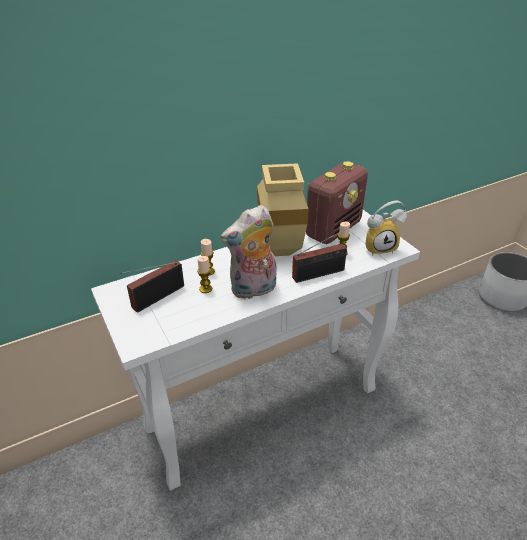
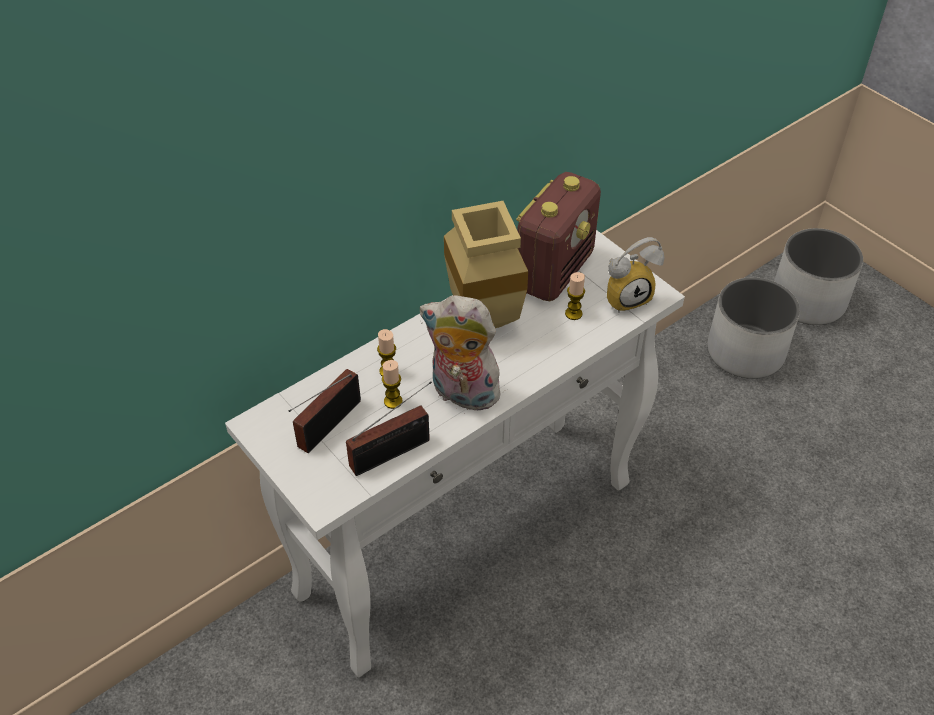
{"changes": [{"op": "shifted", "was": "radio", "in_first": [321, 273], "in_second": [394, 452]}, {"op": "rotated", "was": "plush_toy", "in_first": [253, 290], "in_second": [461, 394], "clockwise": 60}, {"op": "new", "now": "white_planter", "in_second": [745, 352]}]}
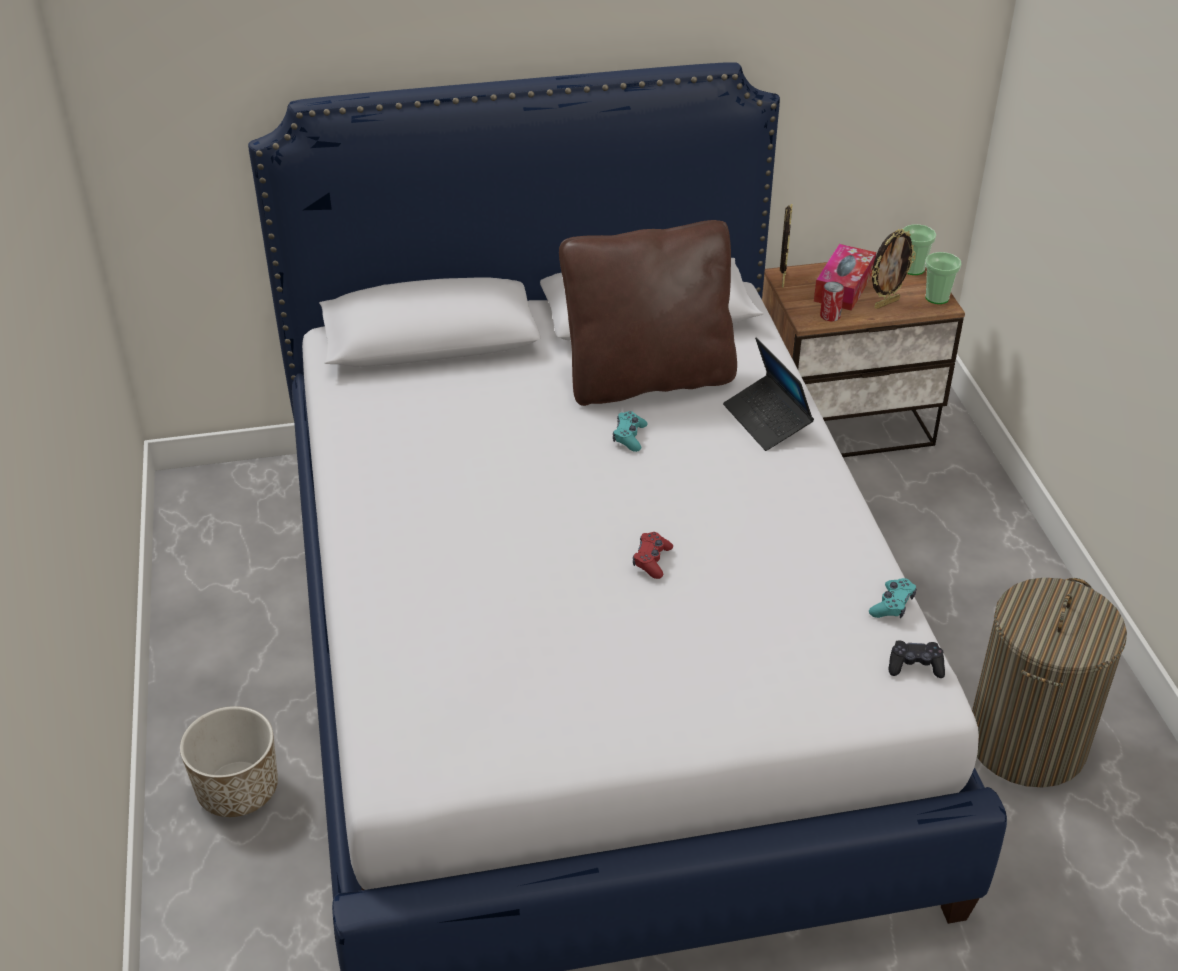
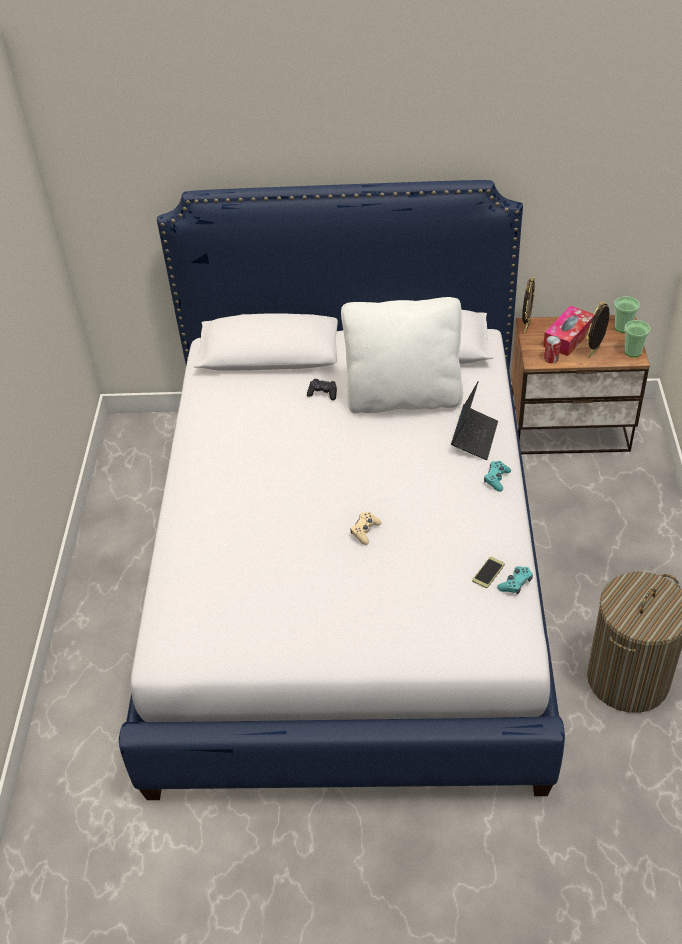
{"changes": [{"op": "shifted", "was": "black_game_controller", "in_first": [915, 666], "in_second": [323, 393]}, {"op": "repainted", "was": "brown_pillow", "now": "white_pillow", "in_first": [648, 379], "in_second": [403, 398]}, {"op": "repainted", "was": "red_game_controller", "now": "beige_game_controller", "in_first": [652, 560], "in_second": [365, 531]}, {"op": "rotated", "was": "laptop", "in_first": [767, 420], "in_second": [474, 437], "clockwise": -150}, {"op": "new", "now": "phone", "in_second": [488, 572]}, {"op": "shifted", "was": "turquoise_game_controller", "in_first": [629, 437], "in_second": [496, 479]}, {"op": "rotated", "was": "picture_frame", "in_first": [886, 303], "in_second": [594, 353], "clockwise": 150}, {"op": "gone", "was": "planter", "in_first": [238, 790]}]}
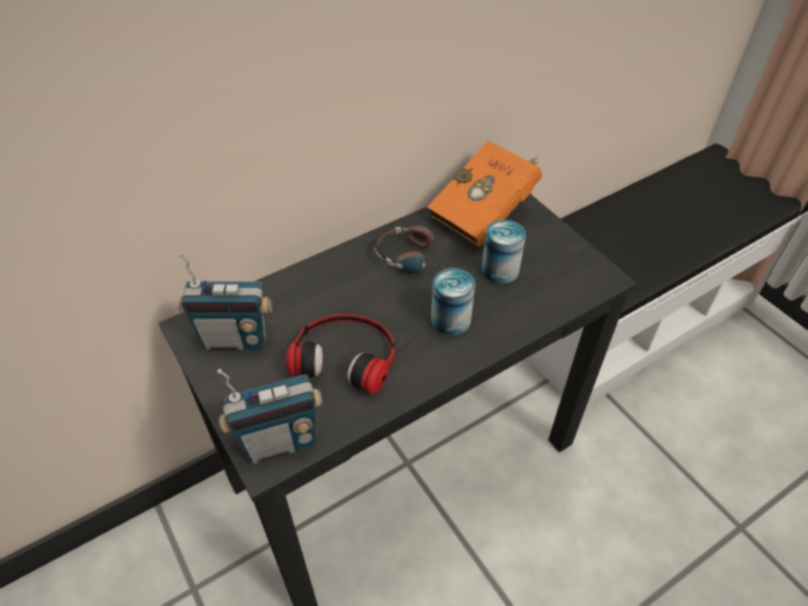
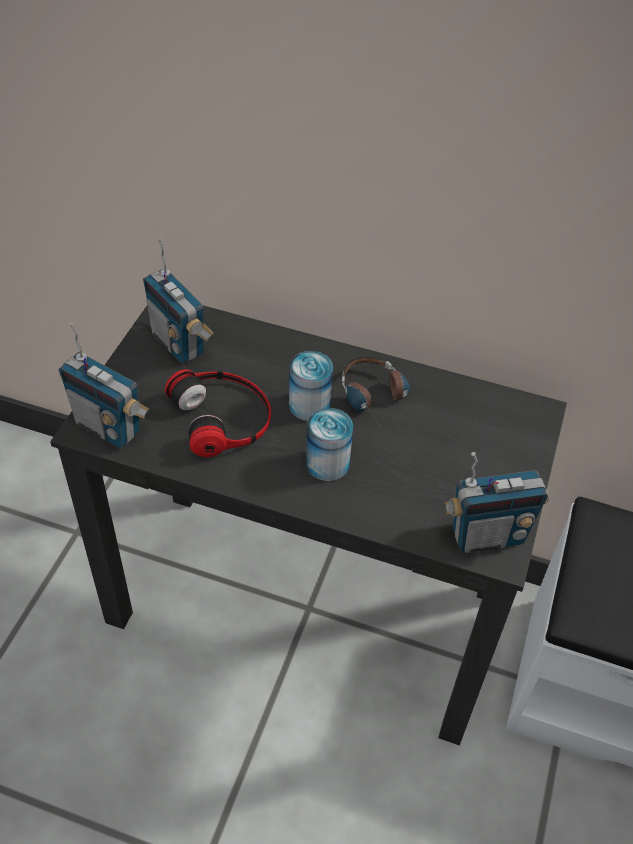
{"changes": [{"op": "shifted", "was": "can", "in_first": [500, 269], "in_second": [309, 405]}, {"op": "new", "now": "radio", "in_second": [486, 536]}, {"op": "gone", "was": "orange_book", "in_first": [486, 212]}]}
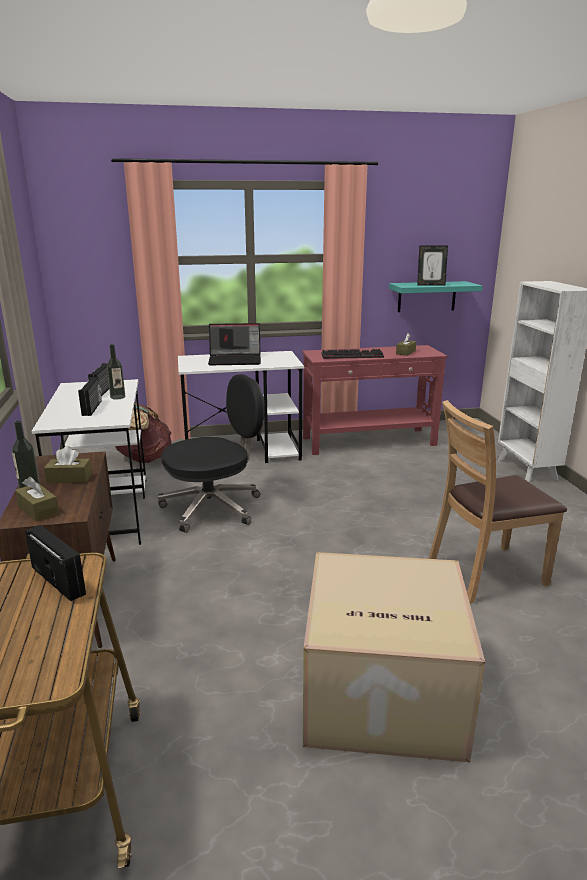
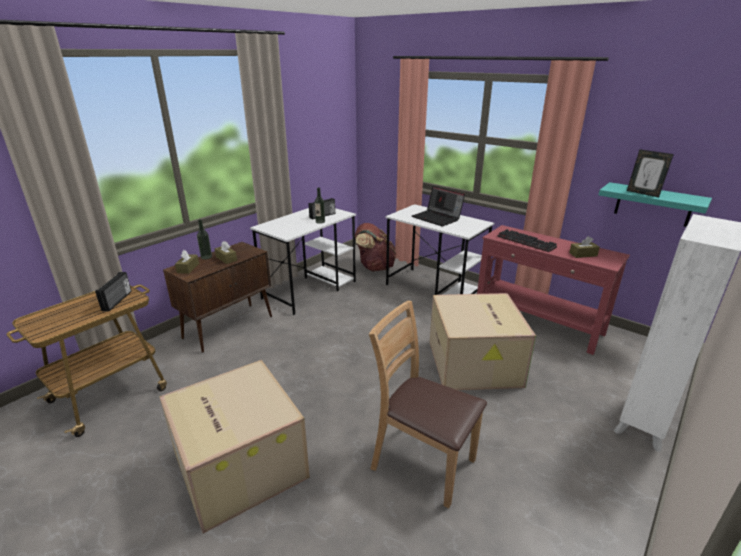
{"changes": [{"op": "new", "now": "cardboard_box", "in_second": [475, 364]}, {"op": "gone", "was": "radio", "in_first": [93, 408]}, {"op": "gone", "was": "black_office_chair", "in_first": [214, 507]}]}
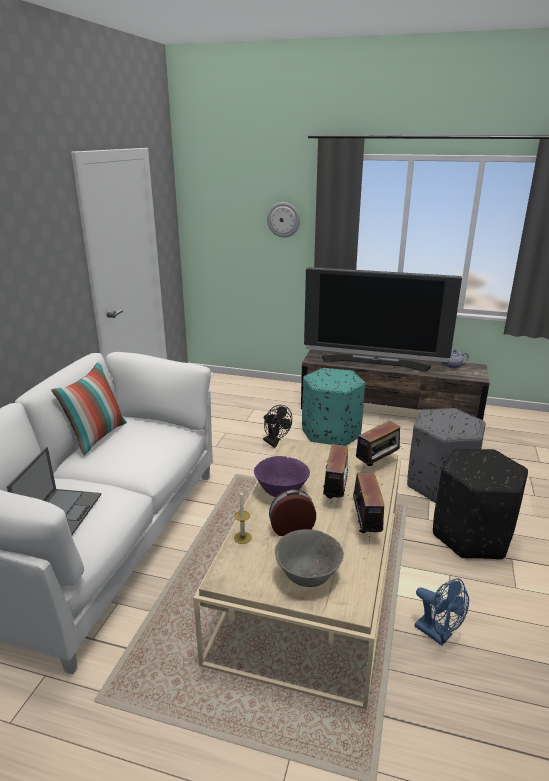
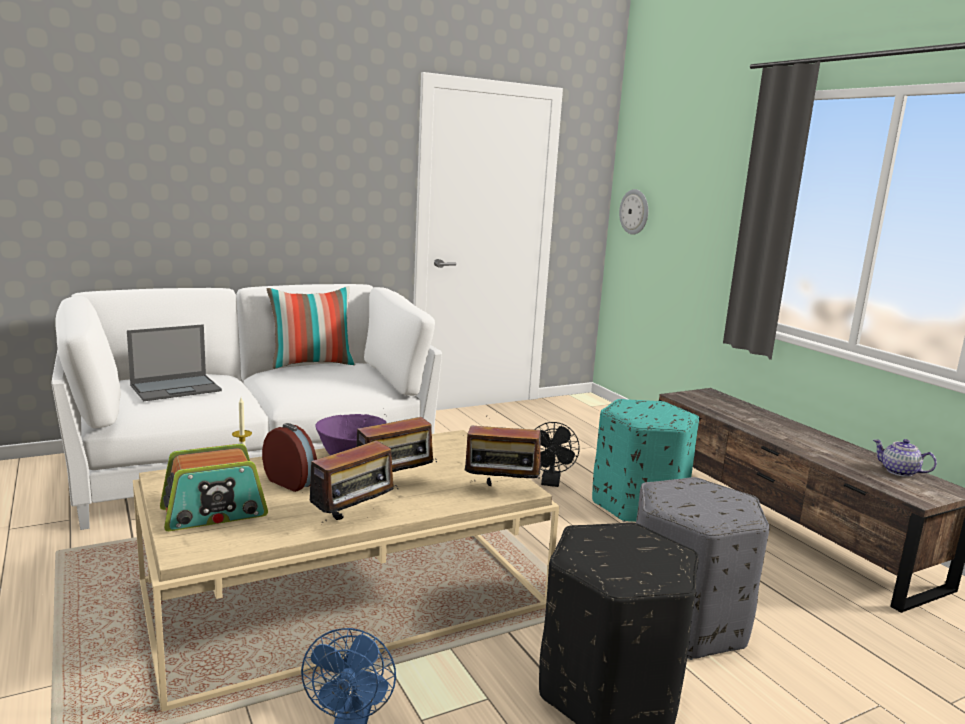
{"changes": [{"op": "swapped", "was": "grey_bowl", "now": "radio", "in_first": [307, 576], "in_second": [214, 512]}, {"op": "shifted", "was": "wall_clock", "in_first": [283, 219], "in_second": [634, 212]}, {"op": "gone", "was": "television", "in_first": [375, 363]}]}
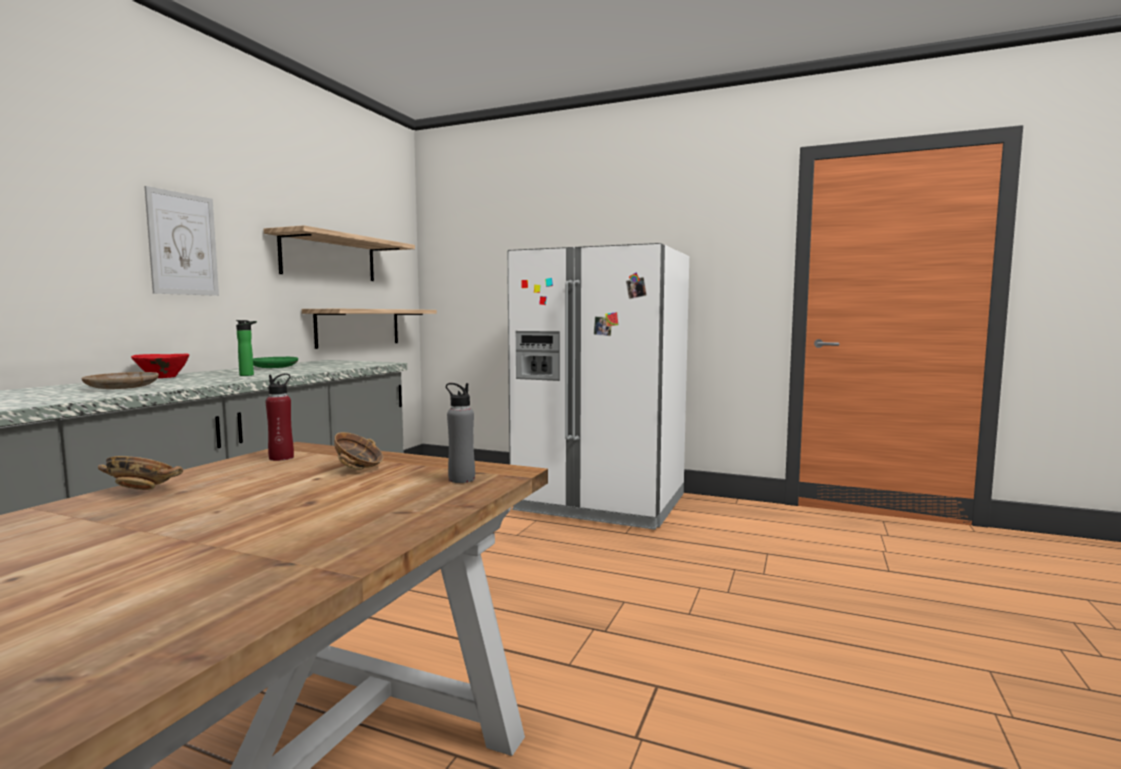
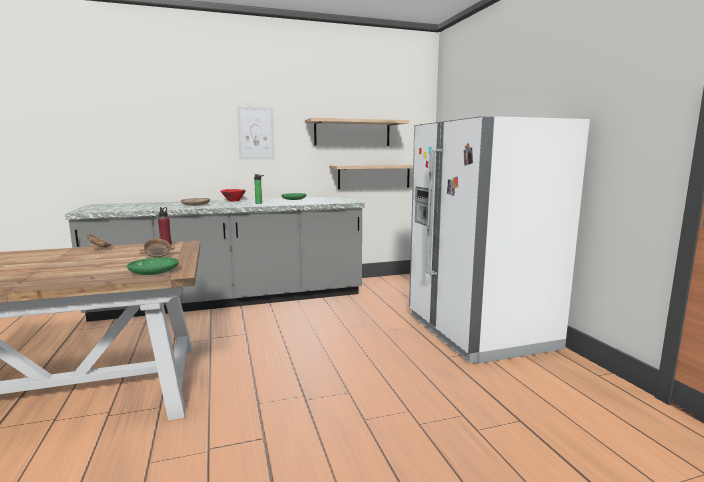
{"changes": [{"op": "swapped", "was": "grey_bottle", "now": "green_plate", "in_first": [461, 479], "in_second": [153, 271]}]}
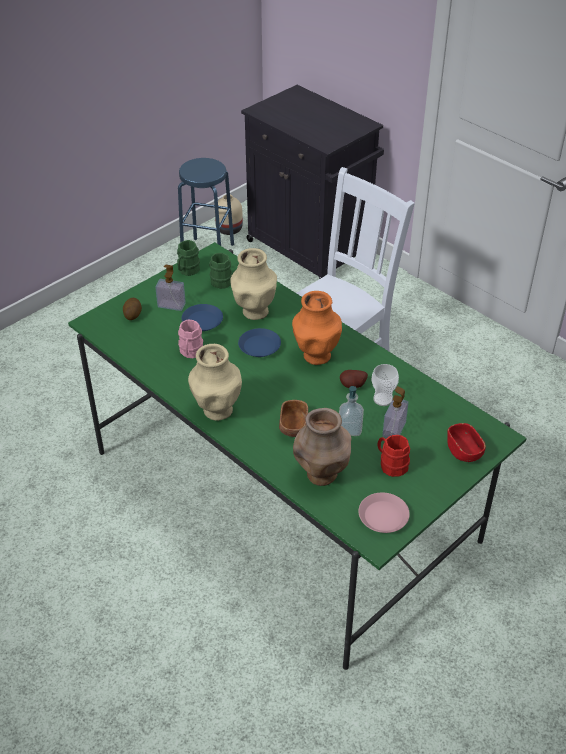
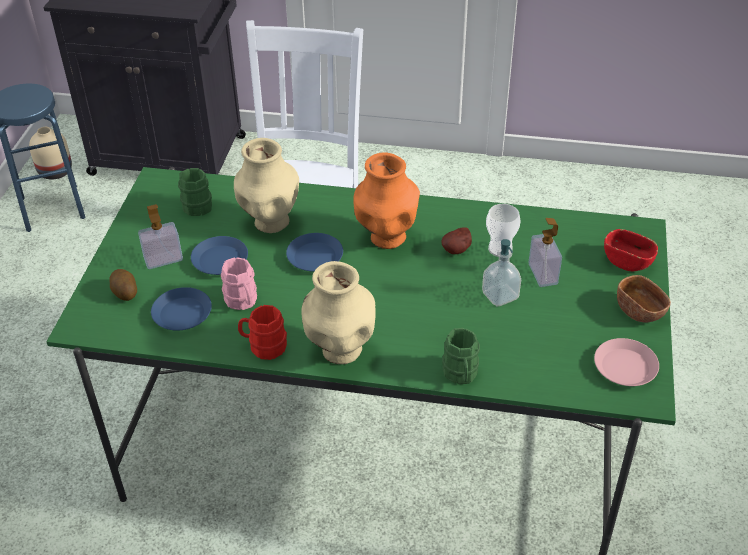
{"changes": [{"op": "new", "now": "blue_plate", "in_second": [182, 313]}, {"op": "shifted", "was": "red_mug", "in_first": [391, 464], "in_second": [263, 346]}, {"op": "shifted", "was": "green_mug", "in_first": [187, 271], "in_second": [460, 375]}, {"op": "shifted", "was": "brown_bowl", "in_first": [293, 427], "in_second": [639, 311]}, {"op": "gone", "was": "brown_vase", "in_first": [321, 475]}]}
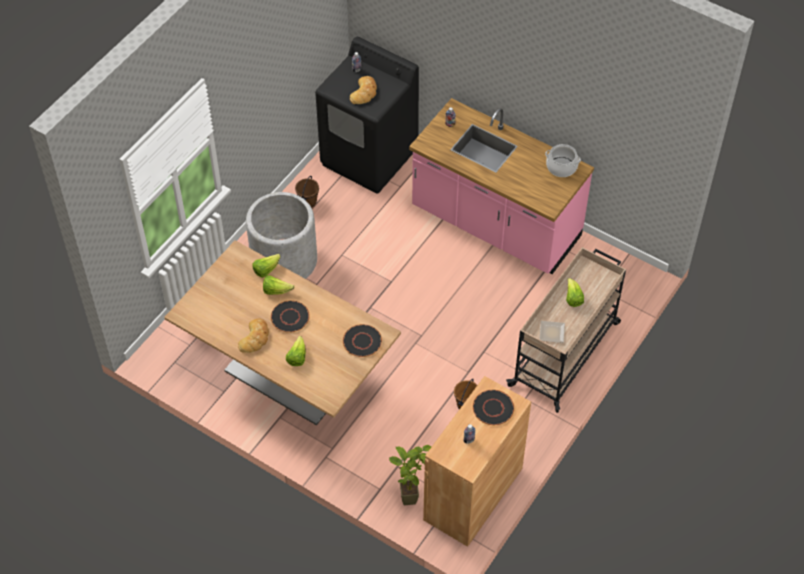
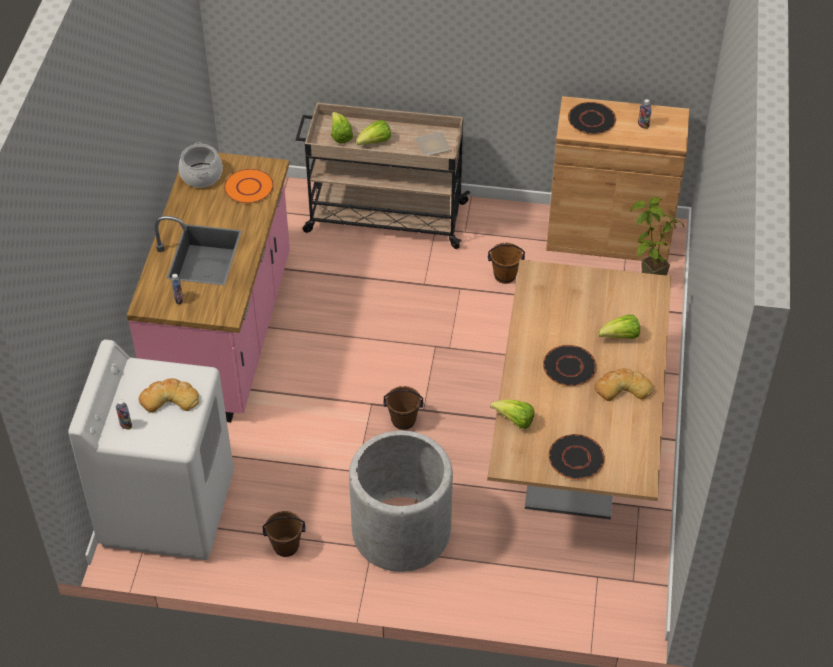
{"changes": [{"op": "repainted", "was": "black_washing_machine", "now": "white_washing_machine", "in_first": [369, 157], "in_second": [168, 508]}, {"op": "new", "now": "orange_plate", "in_second": [248, 187]}, {"op": "shifted", "was": "lettuce", "in_first": [276, 290], "in_second": [340, 135]}, {"op": "new", "now": "brown_bucket", "in_second": [403, 421]}, {"op": "shifted", "was": "black_plate", "in_first": [362, 341], "in_second": [575, 458]}]}
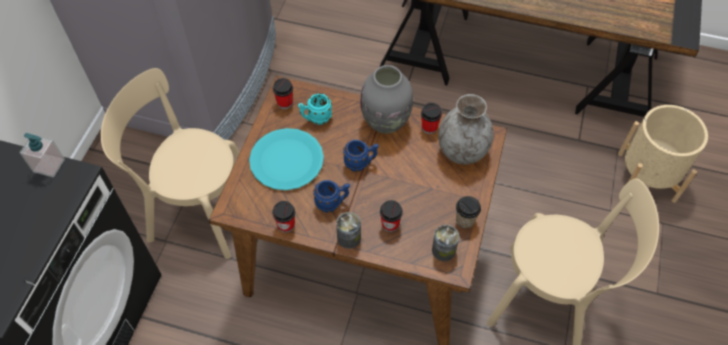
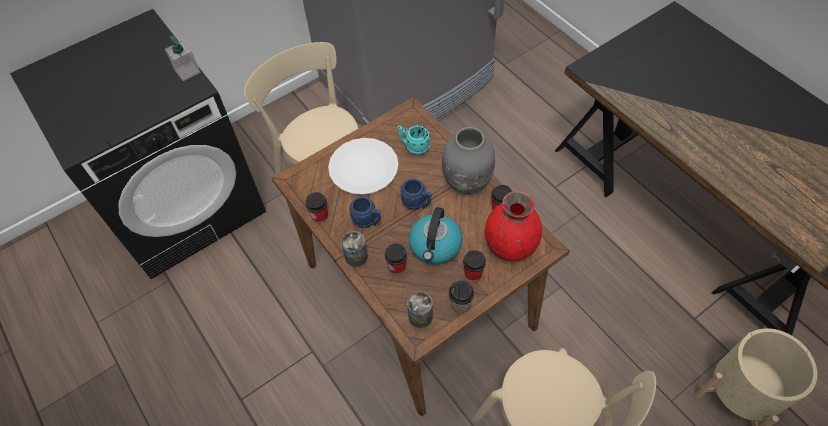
{"changes": [{"op": "repainted", "was": "turquoise_plate", "now": "white_plate", "in_first": [286, 160], "in_second": [363, 167]}, {"op": "new", "now": "kettle", "in_second": [435, 246]}, {"op": "shifted", "was": "cup", "in_first": [285, 103], "in_second": [473, 274]}, {"op": "repainted", "was": "grey_vase", "now": "red_vase", "in_first": [462, 151], "in_second": [510, 245]}]}
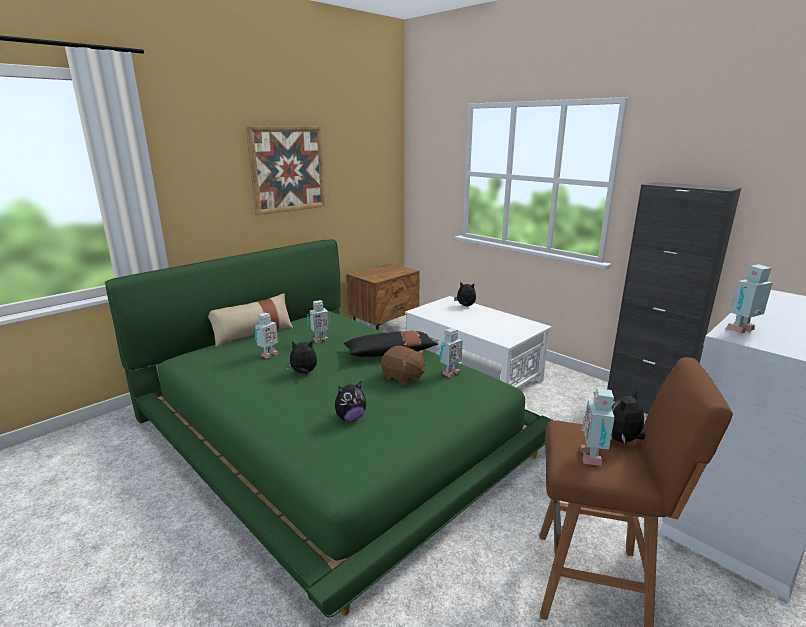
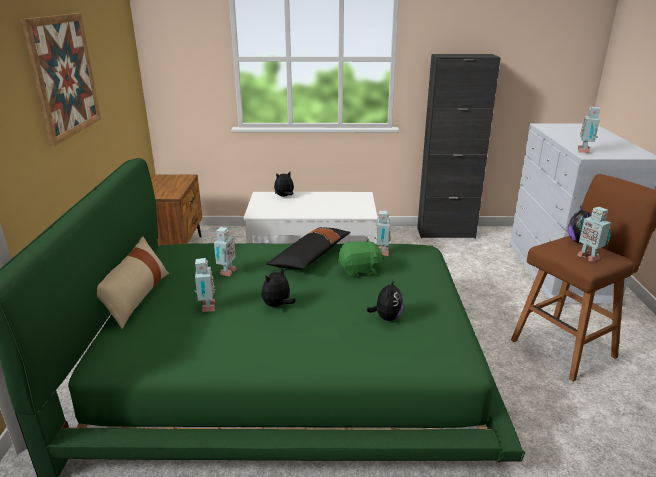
{"changes": [{"op": "repainted", "was": "brown_plush_toy", "now": "green_plush_toy", "in_first": [403, 378], "in_second": [359, 271]}]}
